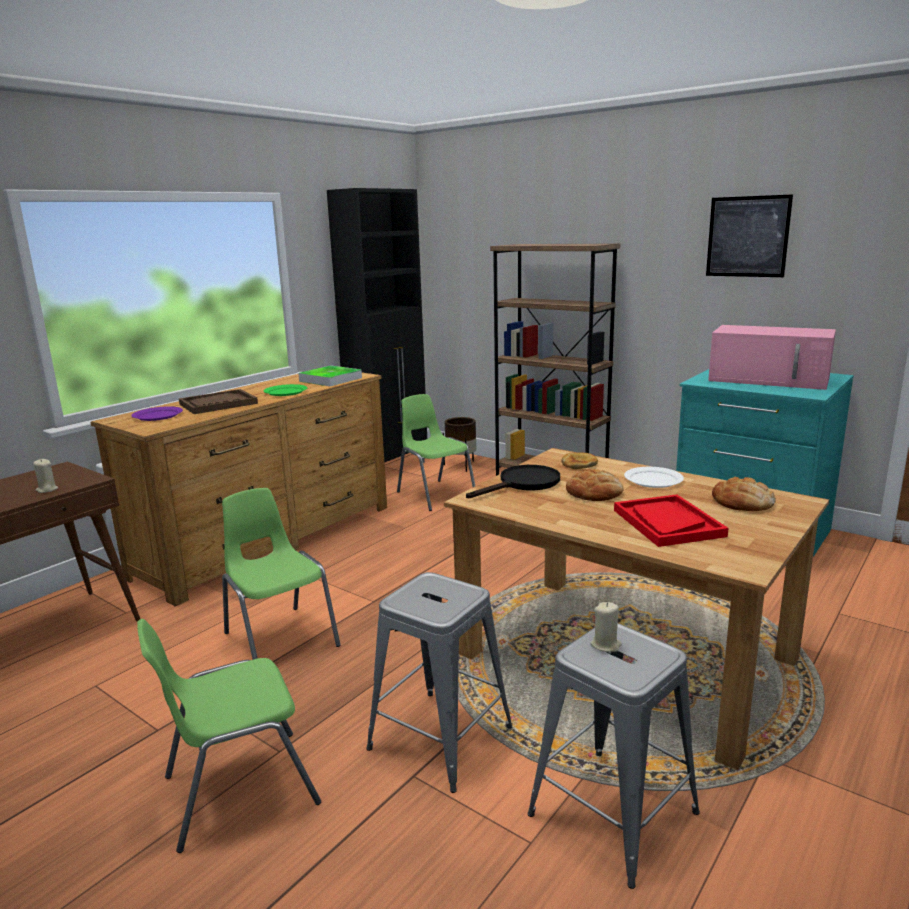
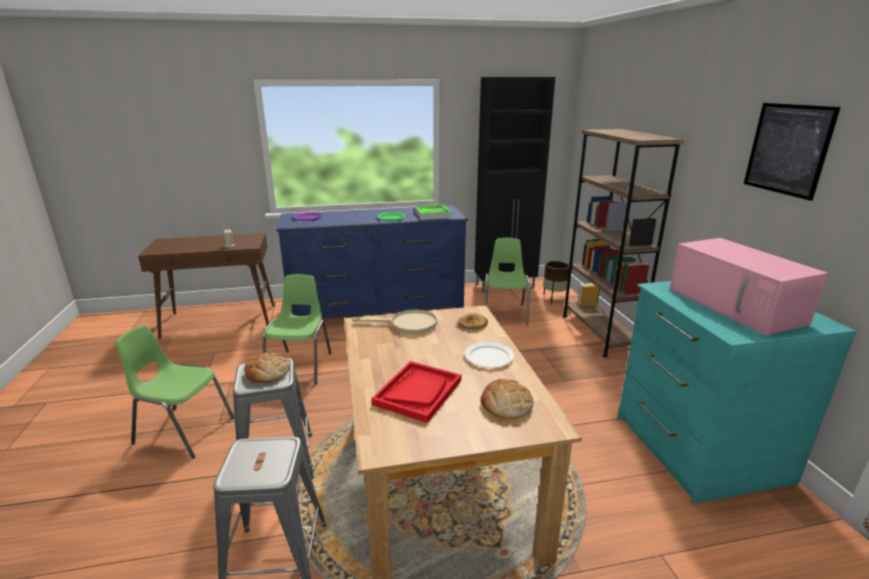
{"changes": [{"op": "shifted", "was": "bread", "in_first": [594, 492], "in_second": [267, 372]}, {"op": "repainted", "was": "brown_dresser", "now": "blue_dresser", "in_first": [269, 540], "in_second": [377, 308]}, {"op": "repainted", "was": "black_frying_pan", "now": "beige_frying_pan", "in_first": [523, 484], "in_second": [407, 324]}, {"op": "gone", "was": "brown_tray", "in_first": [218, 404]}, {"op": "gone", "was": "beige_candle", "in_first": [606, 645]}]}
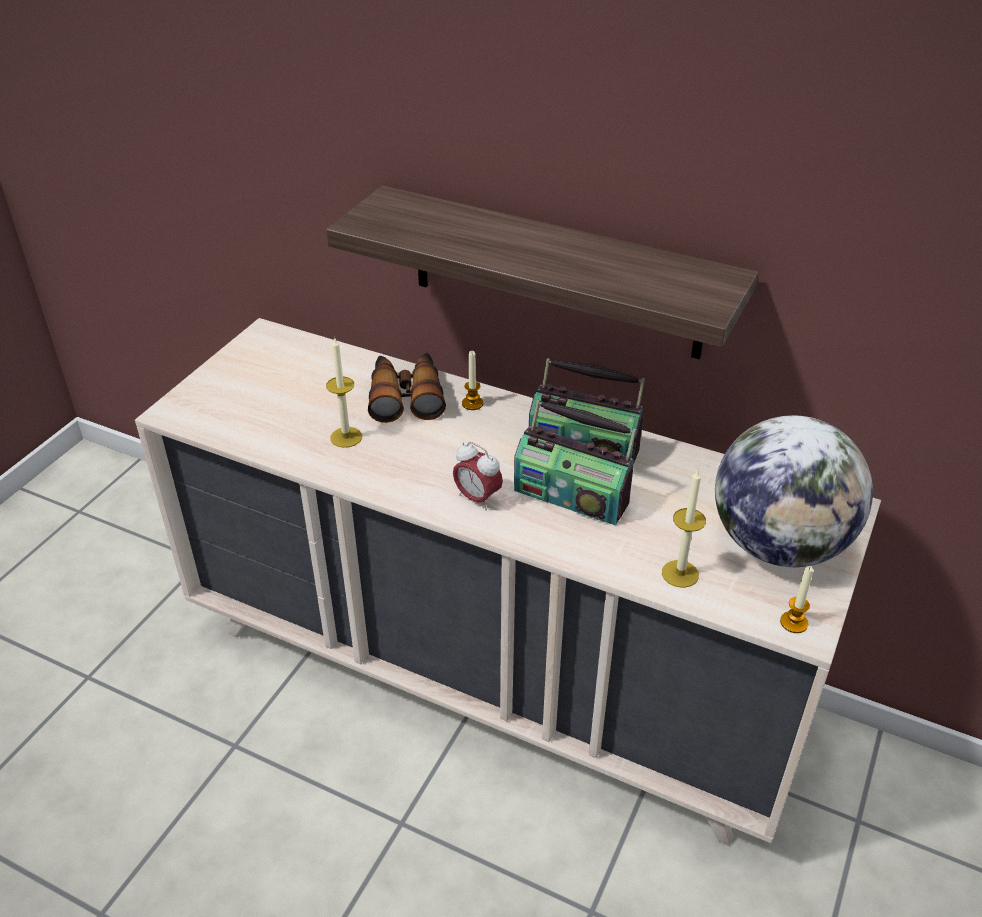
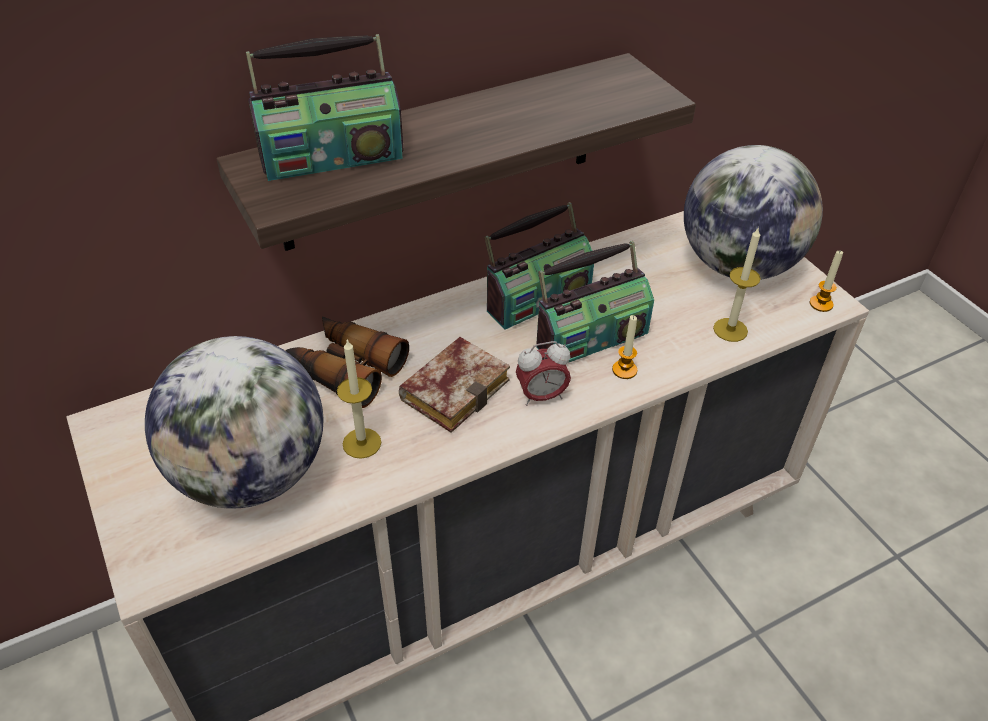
{"changes": [{"op": "new", "now": "globe", "in_second": [252, 474]}, {"op": "new", "now": "radio", "in_second": [331, 156]}, {"op": "new", "now": "book", "in_second": [455, 387]}, {"op": "shifted", "was": "candle", "in_first": [472, 403], "in_second": [624, 370]}]}
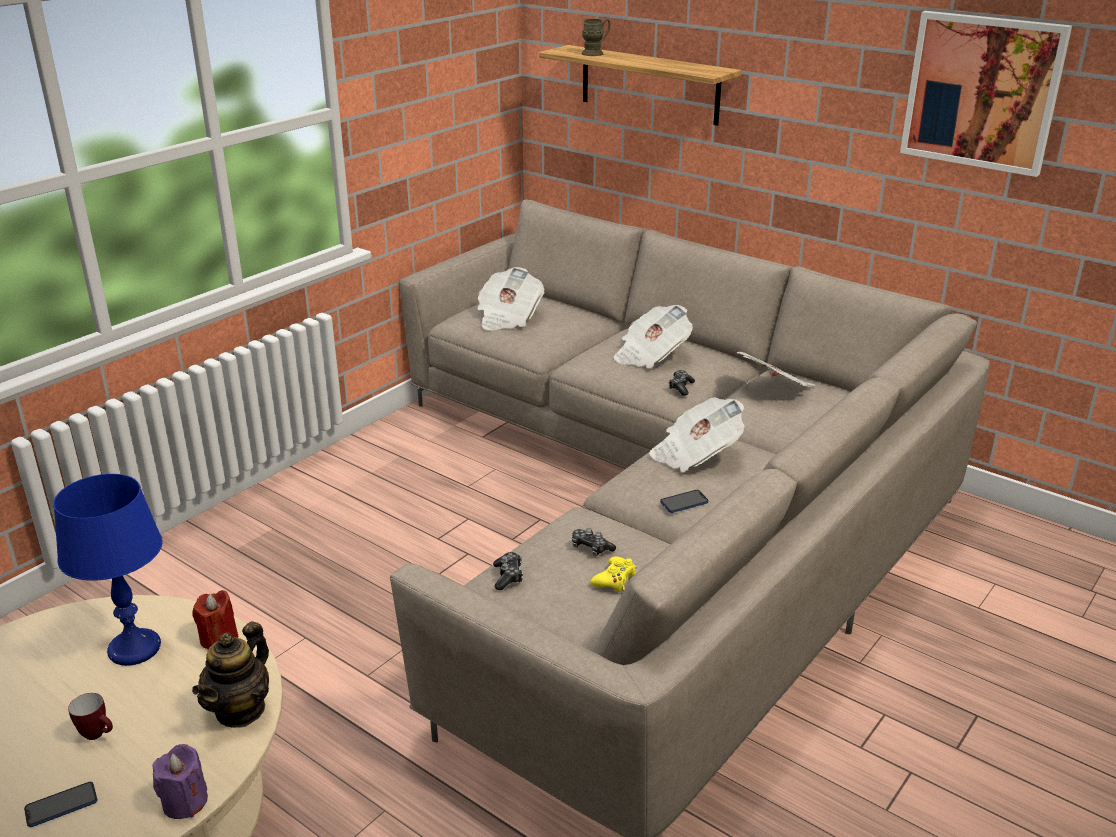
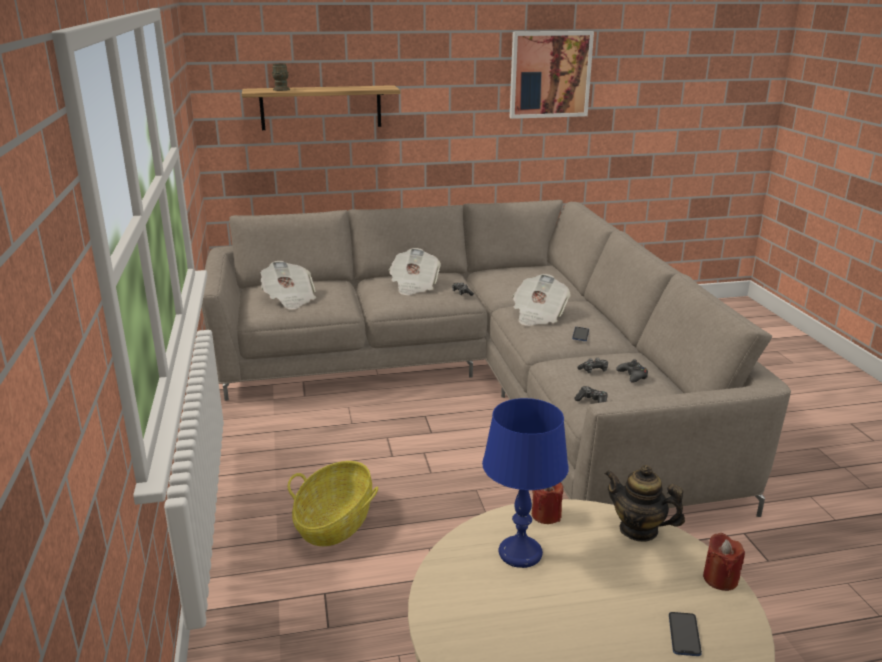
{"changes": [{"op": "new", "now": "basket", "in_second": [335, 523]}, {"op": "rotated", "was": "teapot", "in_first": [240, 710], "in_second": [639, 529], "clockwise": 150}, {"op": "repainted", "was": "yellow_game_controller", "now": "black_game_controller", "in_first": [615, 580], "in_second": [632, 376]}, {"op": "repainted", "was": "purple_candle", "now": "red_candle", "in_first": [185, 802], "in_second": [720, 579]}, {"op": "gone", "was": "mug", "in_first": [98, 735]}, {"op": "gone", "was": "newspaper", "in_first": [775, 389]}]}
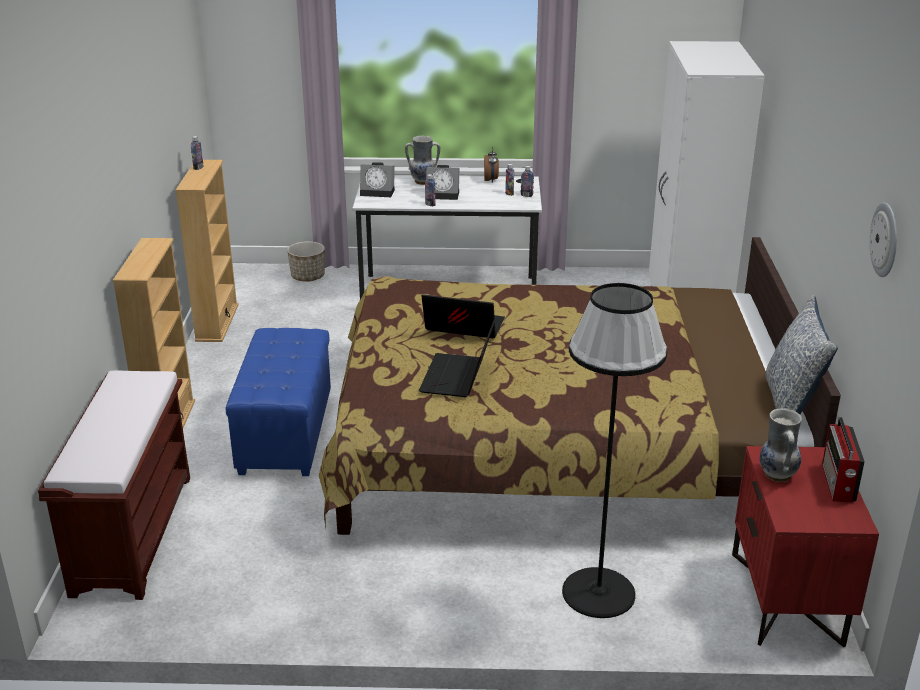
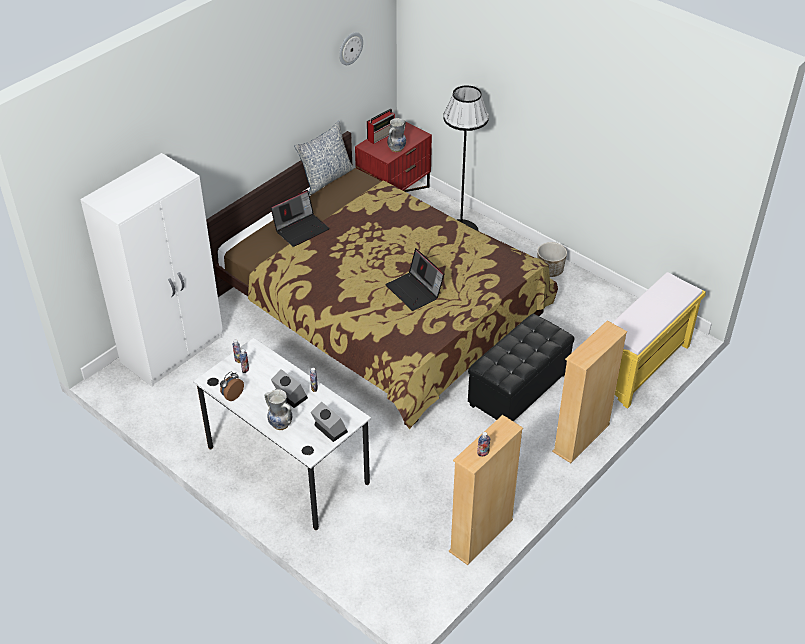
{"changes": [{"op": "shifted", "was": "laptop", "in_first": [458, 378], "in_second": [301, 229]}, {"op": "repainted", "was": "blue_ottoman", "now": "black_ottoman", "in_first": [287, 435], "in_second": [517, 389]}, {"op": "shifted", "was": "planter", "in_first": [308, 277], "in_second": [549, 270]}, {"op": "repainted", "was": "brown_bench", "now": "yellow_bench", "in_first": [133, 532], "in_second": [641, 367]}]}
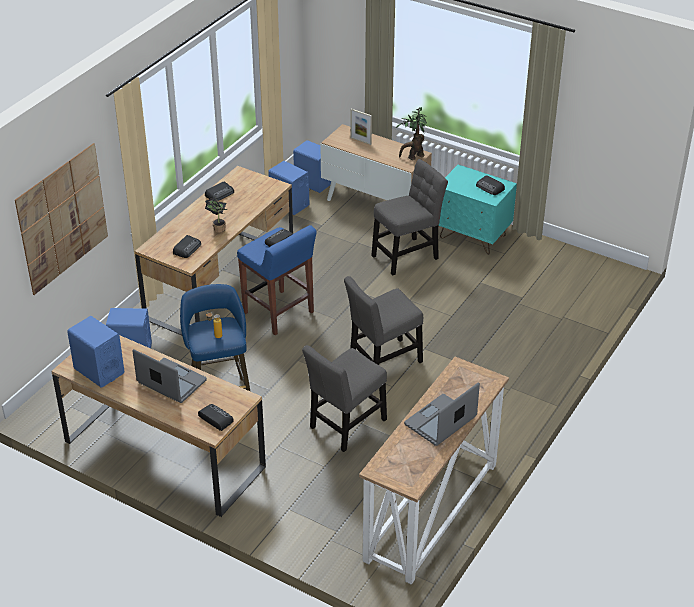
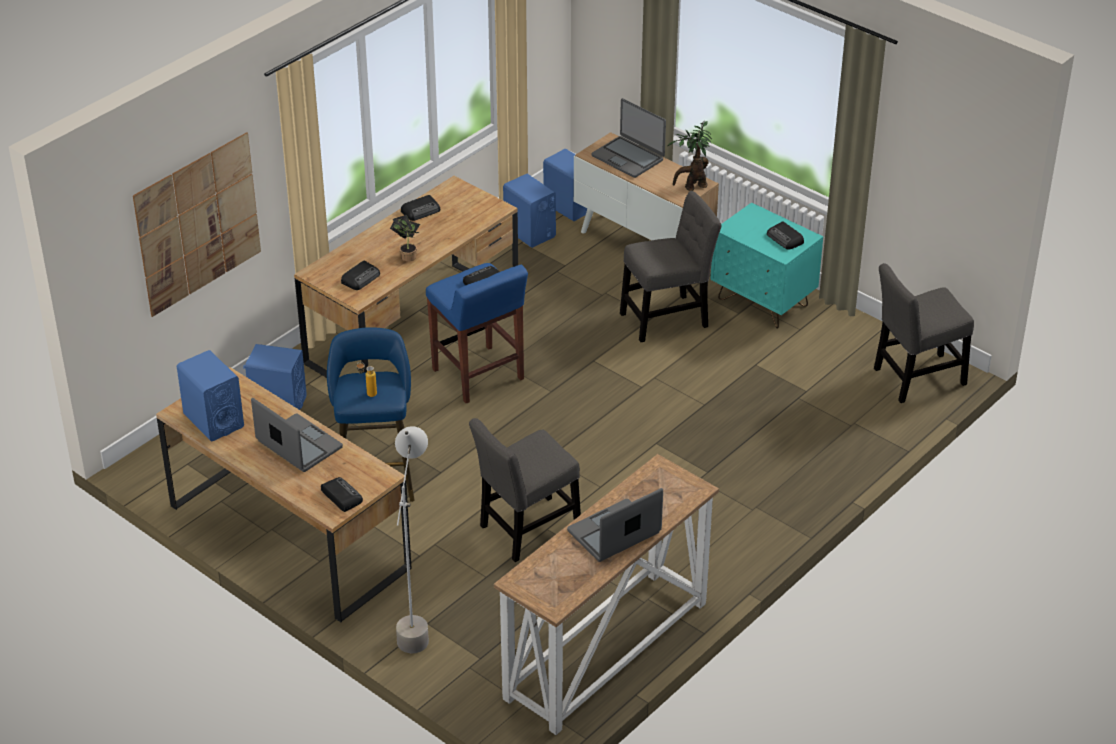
{"changes": [{"op": "new", "now": "grey_floor_lamp", "in_second": [416, 622]}, {"op": "swapped", "was": "picture_frame", "now": "laptop", "in_first": [360, 141], "in_second": [628, 157]}, {"op": "shifted", "was": "grey_chair", "in_first": [382, 361], "in_second": [915, 378]}]}
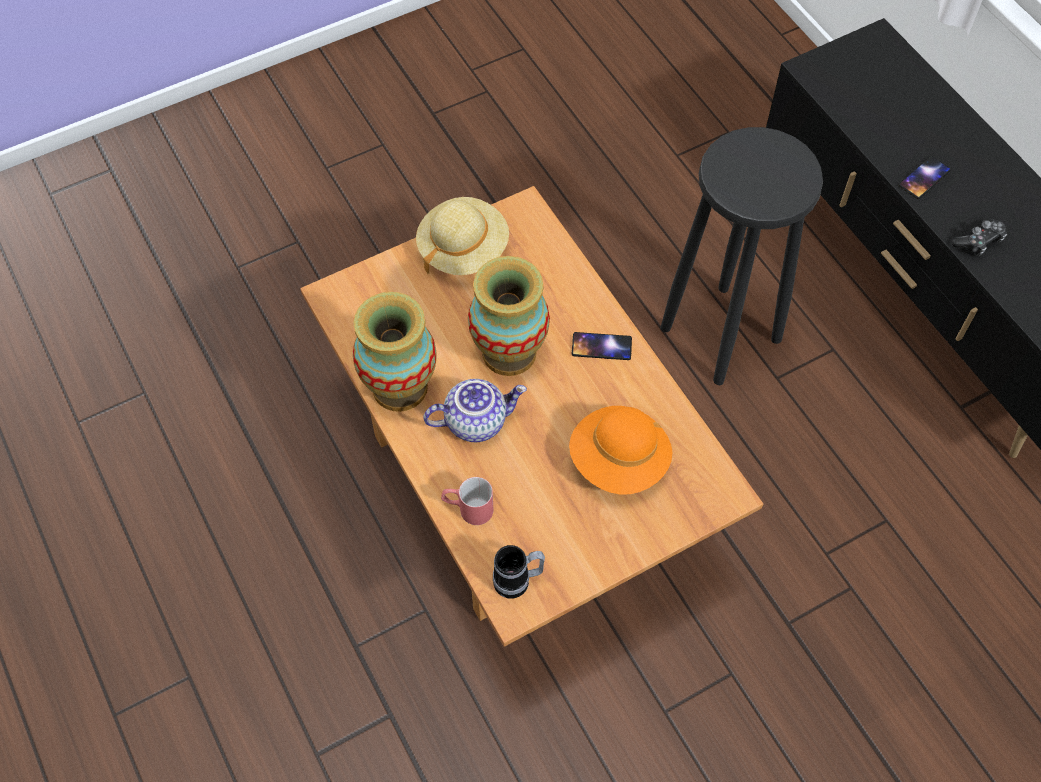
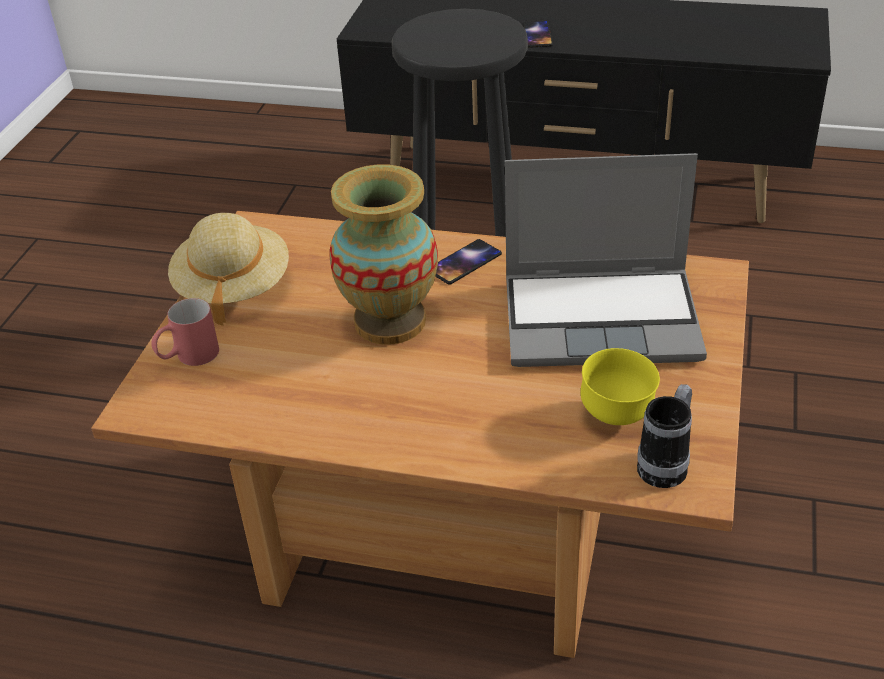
{"changes": [{"op": "shifted", "was": "red_mug", "in_first": [468, 509], "in_second": [188, 357]}, {"op": "swapped", "was": "orange_hat", "now": "laptop", "in_first": [619, 461], "in_second": [603, 318]}, {"op": "new", "now": "yellow_bowl", "in_second": [617, 416]}, {"op": "gone", "was": "vase", "in_first": [400, 387]}, {"op": "gone", "was": "teapot", "in_first": [476, 420]}, {"op": "gone", "was": "game_controller", "in_first": [978, 241]}]}
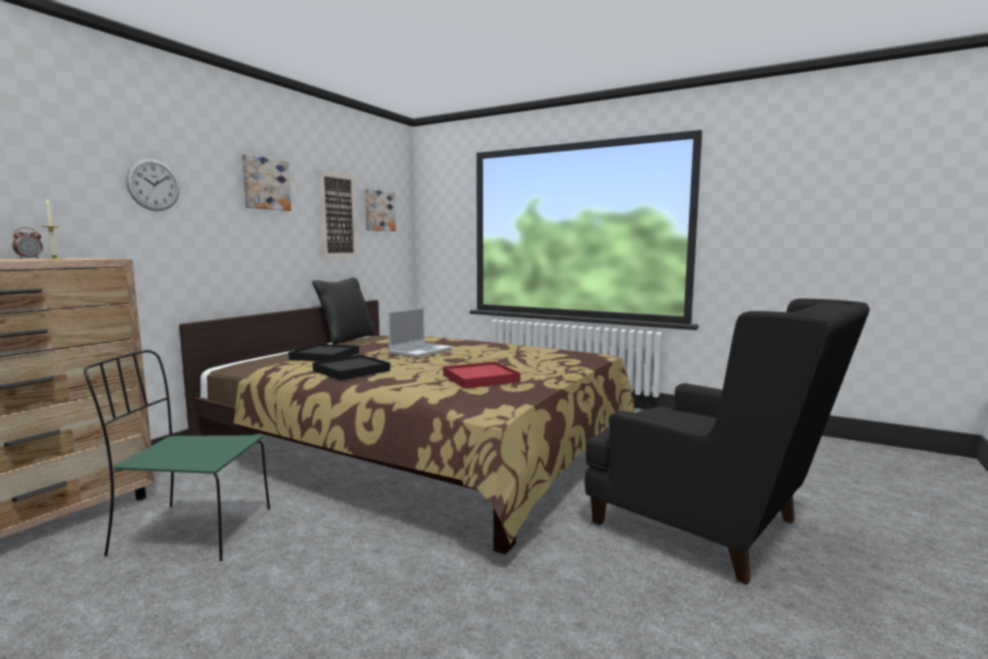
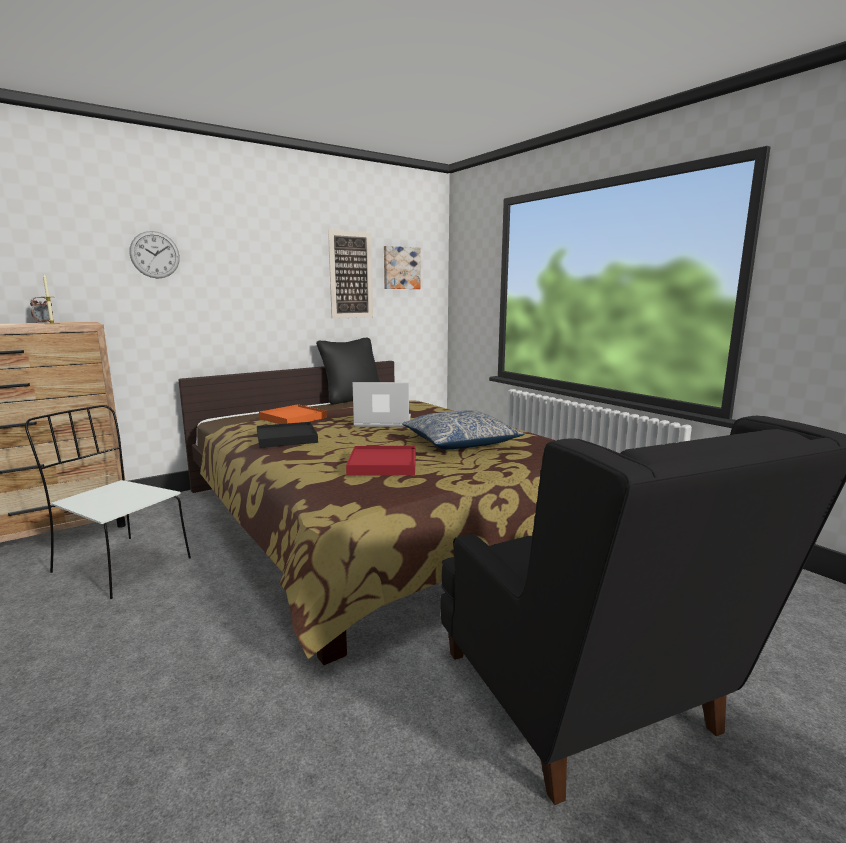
{"changes": [{"op": "repainted", "was": "green_chair", "now": "white_chair", "in_first": [190, 531], "in_second": [119, 565]}, {"op": "repainted", "was": "black_tray", "now": "orange_tray", "in_first": [325, 356], "in_second": [293, 418]}, {"op": "rotated", "was": "laptop", "in_first": [420, 351], "in_second": [382, 422], "clockwise": -150}, {"op": "new", "now": "pillow", "in_second": [460, 442]}, {"op": "gone", "was": "picture", "in_first": [265, 184]}]}
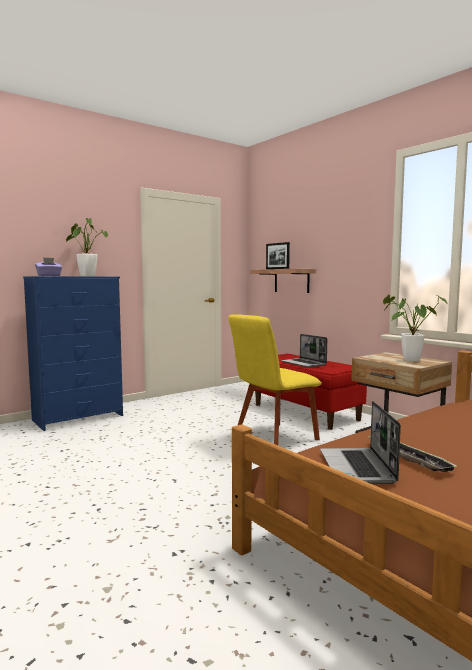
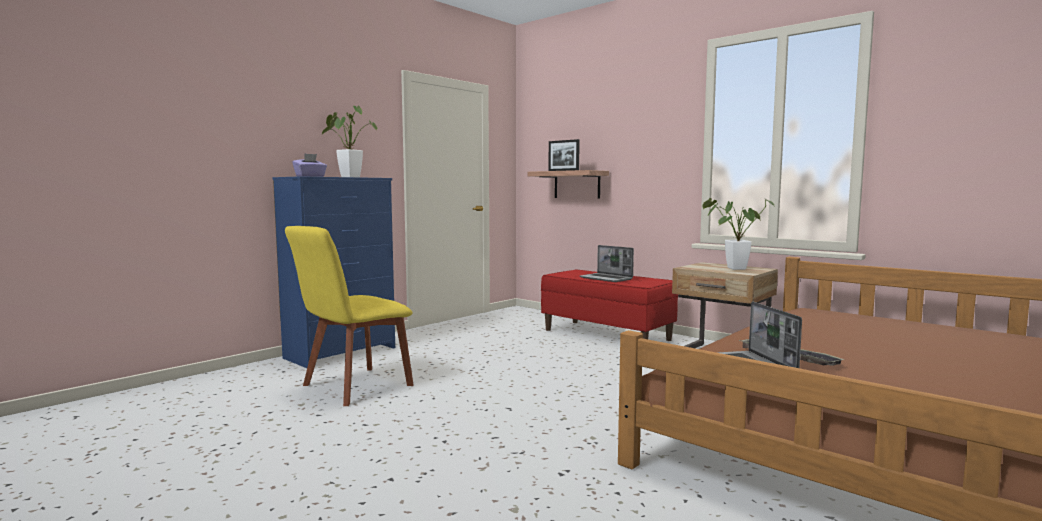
{"changes": [{"op": "shifted", "was": "yellow_chair", "in_first": [273, 438], "in_second": [353, 387]}]}
